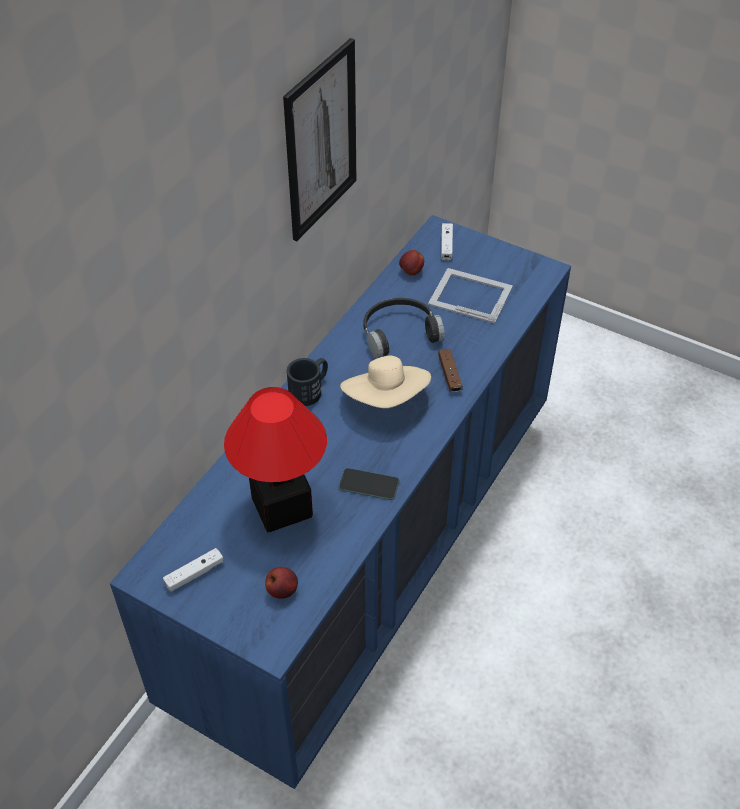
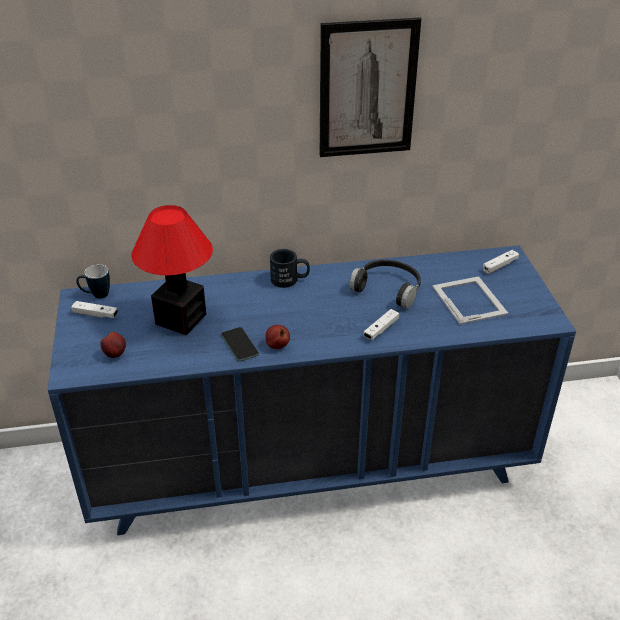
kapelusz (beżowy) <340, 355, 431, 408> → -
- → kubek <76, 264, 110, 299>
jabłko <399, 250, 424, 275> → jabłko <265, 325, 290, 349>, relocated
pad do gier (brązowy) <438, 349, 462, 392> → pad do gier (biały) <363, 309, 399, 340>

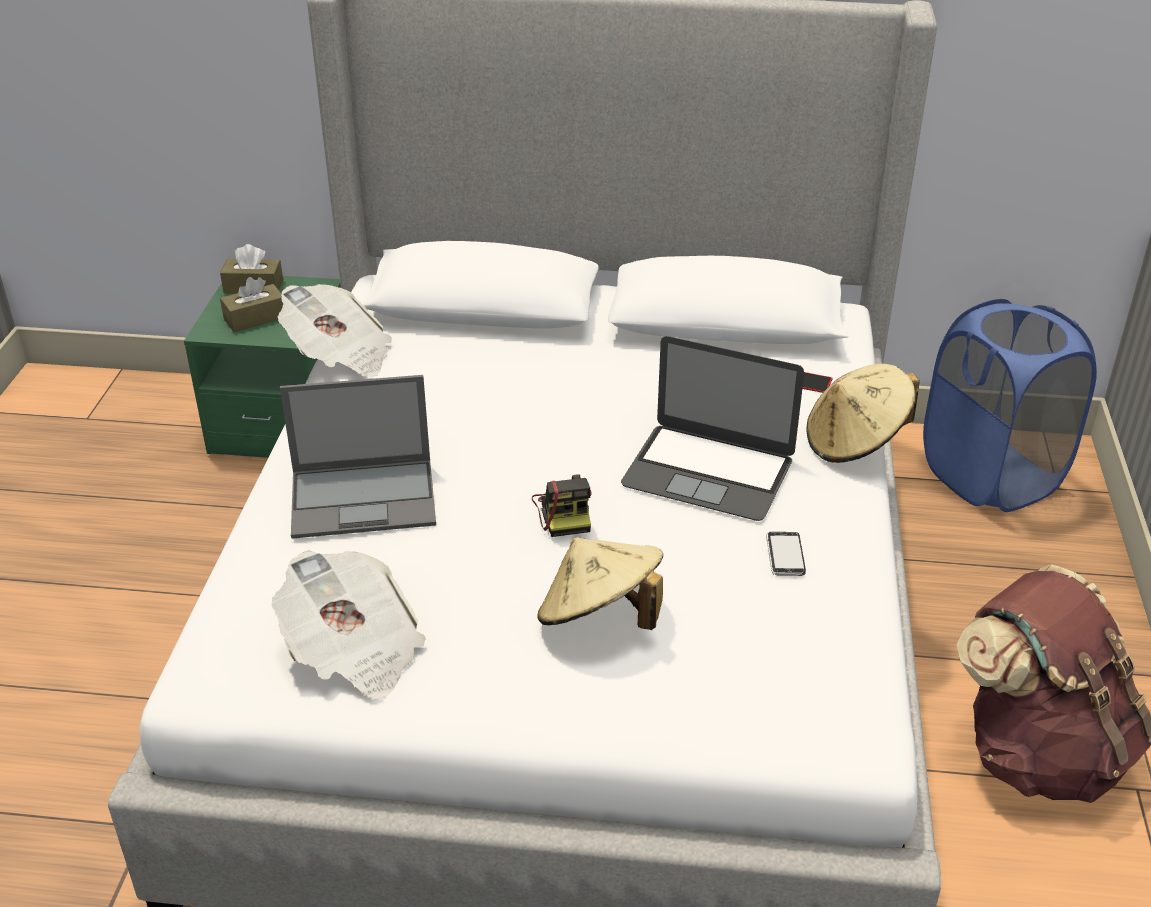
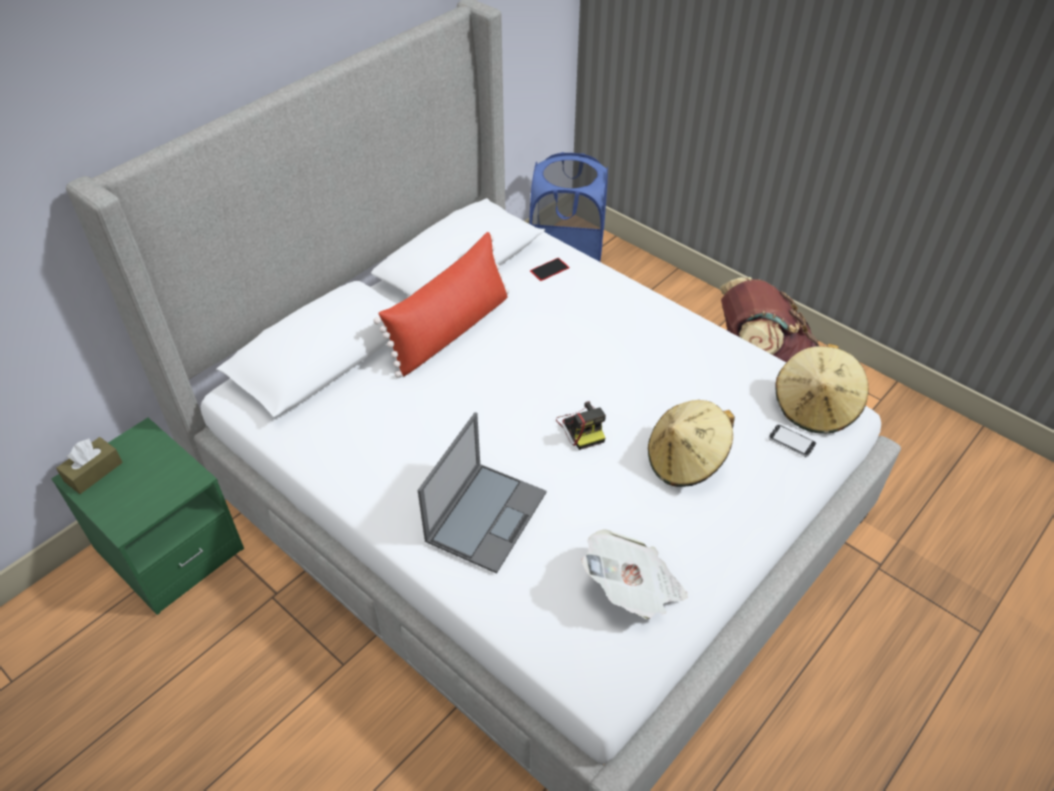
pudełko chusteczek (brązowy) <220, 277, 283, 332> → -
gazeta <278, 284, 392, 377> → -
laptop <621, 336, 804, 521> → -
- → poduszka (czerwony) <373, 232, 509, 378>
telefon <766, 532, 806, 576> → telefon <768, 425, 816, 457>, relocated
kapelusz (beżowy) <807, 364, 920, 463> → kapelusz (beżowy) <775, 344, 869, 434>, relocated
aparat fotograficzny <532, 474, 592, 537> → aparat fotograficzny <556, 401, 606, 450>, 45 degrees clockwise

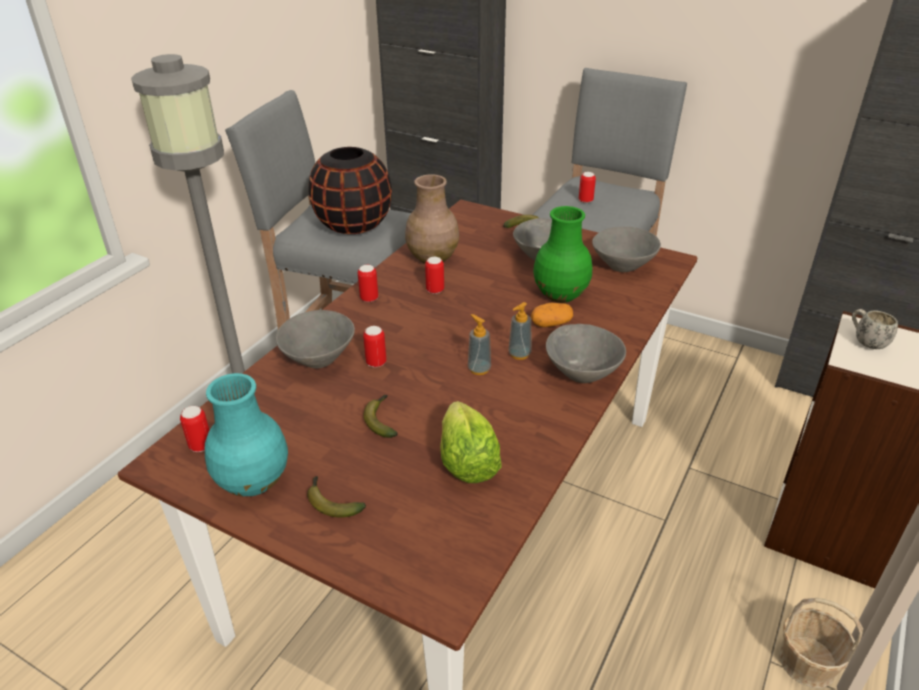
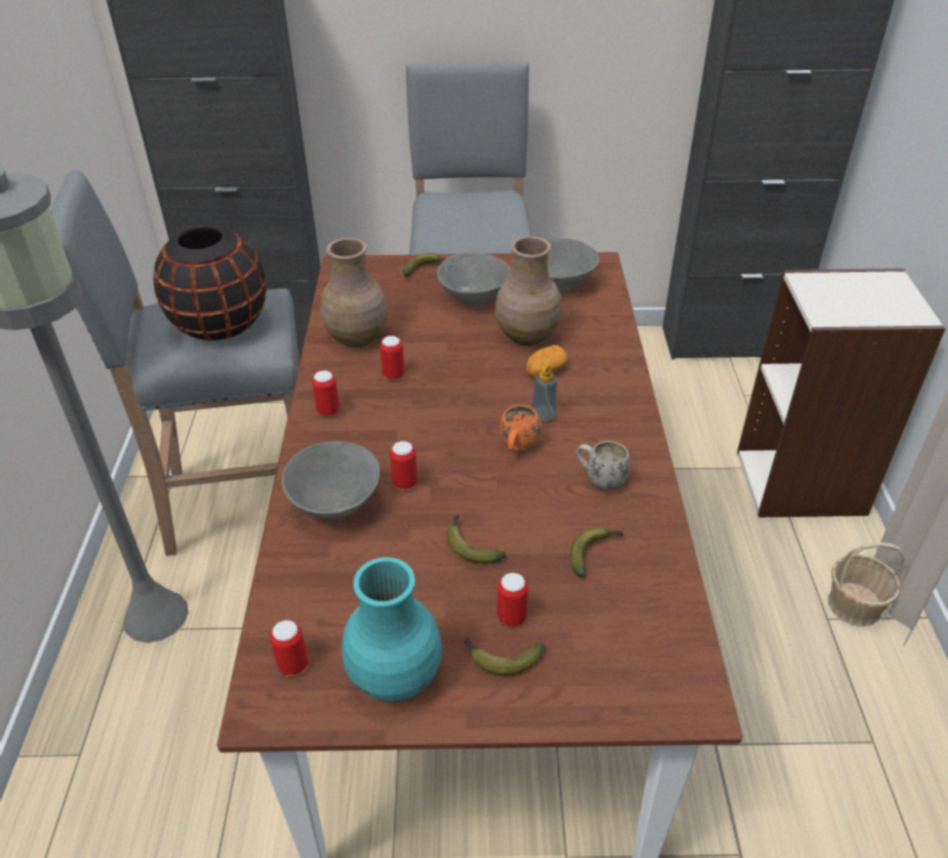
miska (szary) <546, 324, 626, 383> → -
puszka <579, 172, 596, 203> → puszka <497, 573, 528, 627>, relocated
kubek (biały) <852, 309, 898, 349> → kubek (biały) <576, 441, 631, 490>, relocated
sałata <440, 401, 502, 483> → banan <570, 526, 623, 577>
dozownik mydła <468, 314, 491, 375> → kubek (pomarańczowy) <500, 405, 542, 451>
wazon (zielony) <533, 206, 592, 303> → wazon (brązowy) <495, 236, 562, 346>

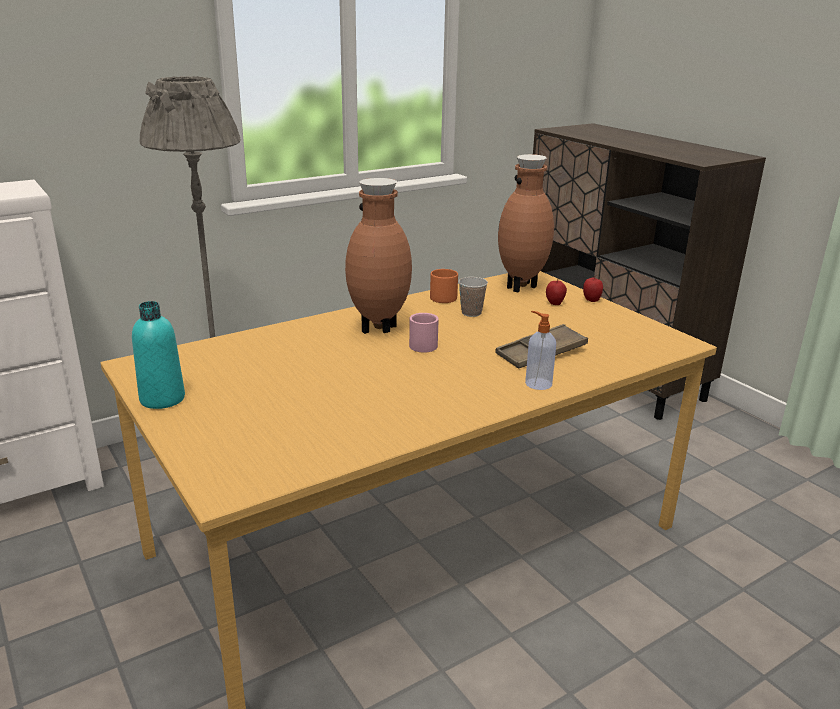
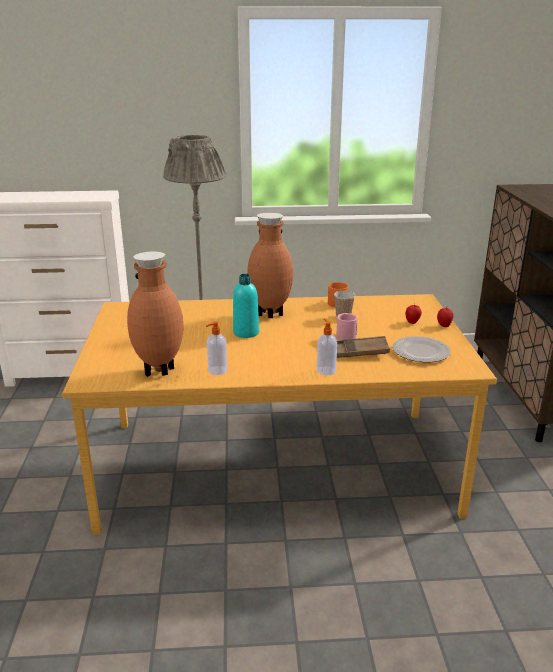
- → dozownik mydła <206, 321, 227, 375>
- → talerz <392, 336, 451, 362>
butelka (turkusowy) <132, 301, 185, 409> → butelka (turkusowy) <233, 274, 259, 338>, relocated
kubek (różowy) <409, 313, 439, 352> → kubek (różowy) <336, 313, 358, 340>, relocated
wazon (brązowy) <498, 154, 554, 293> → wazon (brązowy) <127, 251, 183, 377>, relocated

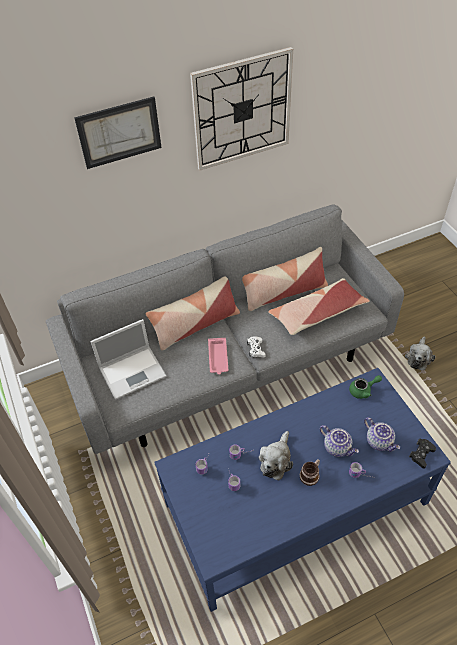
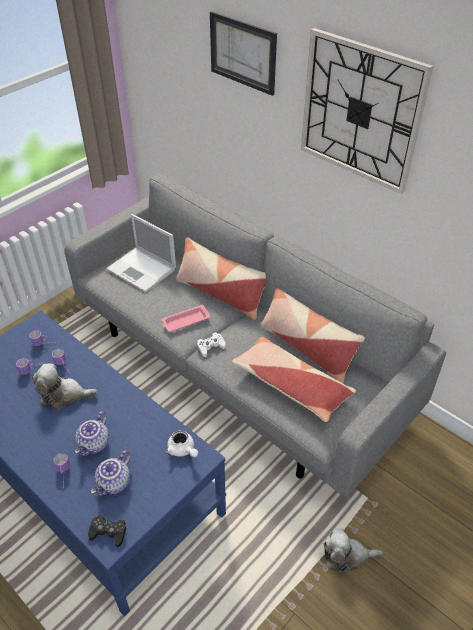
kubek <300, 459, 320, 486> → -
imbryk (zielony) <349, 375, 382, 399> → imbryk (biały) <166, 430, 198, 457>

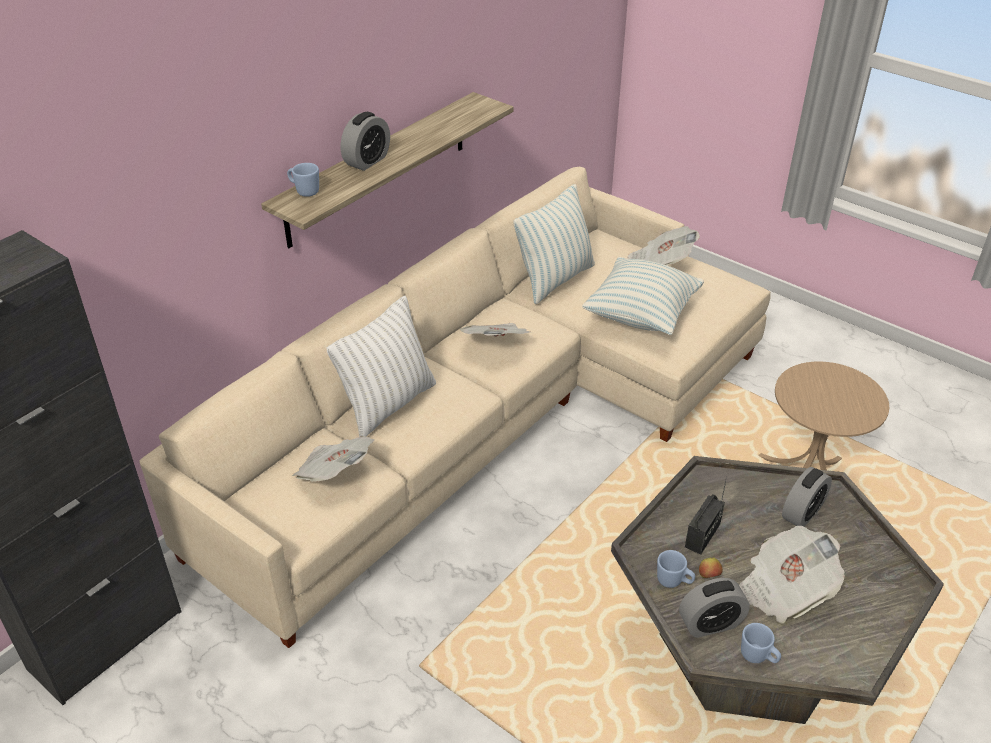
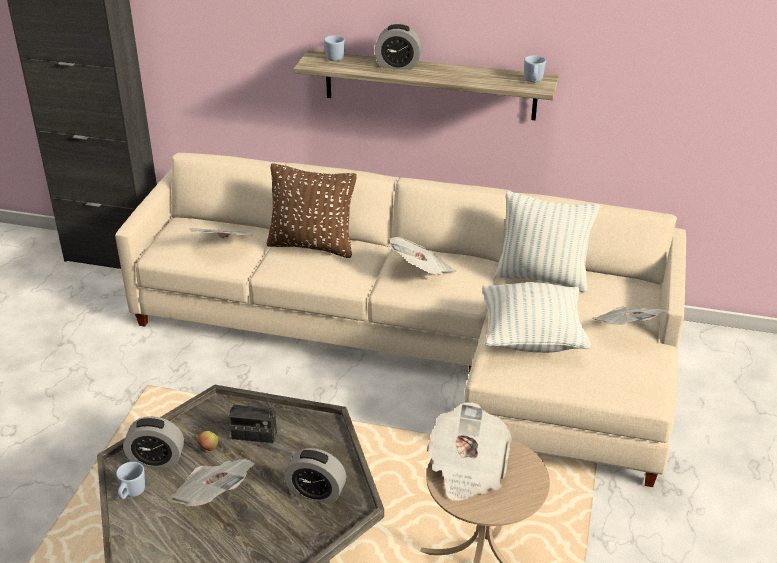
- → gazeta <427, 402, 512, 501>
kubek (niebieski) <657, 550, 695, 588> → kubek (niebieski) <524, 55, 546, 82>, relocated
poduszka (biały) <327, 296, 436, 437> → poduszka (brązowy) <267, 164, 357, 258>
budzik <679, 578, 750, 638> → budzik <123, 416, 184, 468>, 45 degrees counterclockwise

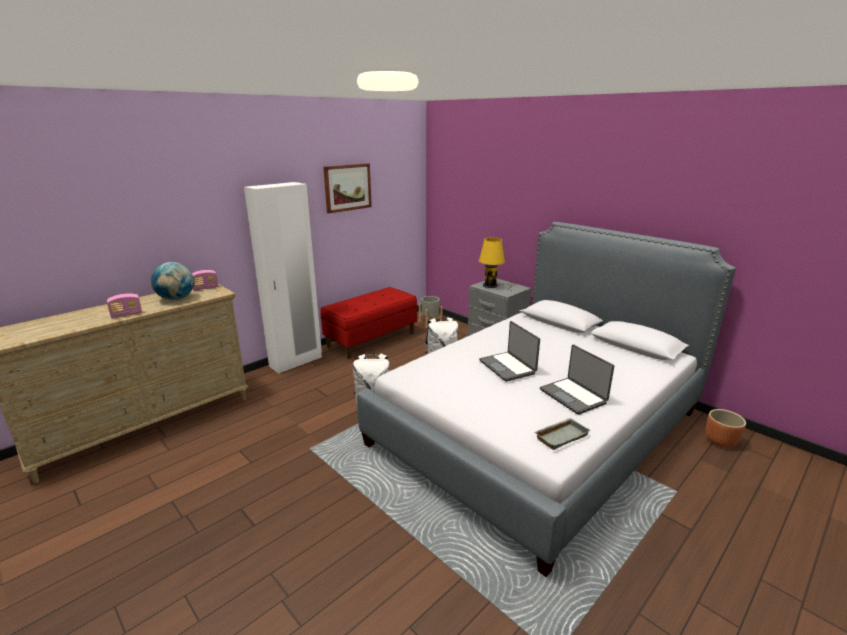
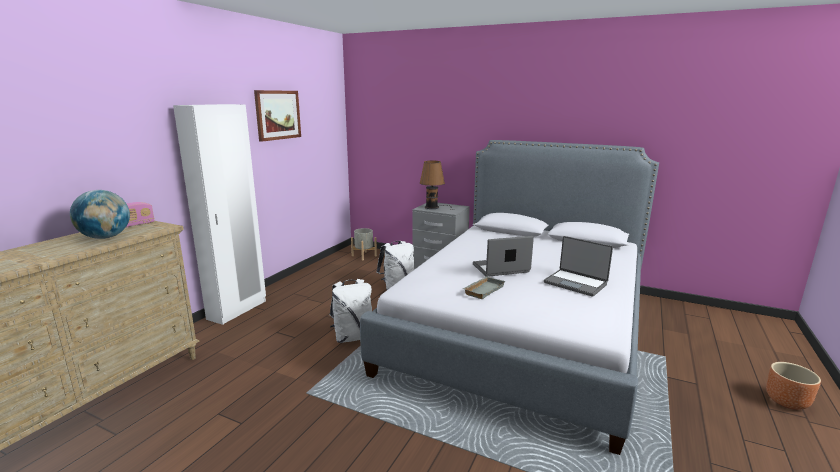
radio <107, 293, 142, 318> → -
ławka (czerwony) <320, 287, 417, 359> → -
taca (szary) <534, 418, 591, 450> → taca (szary) <463, 276, 506, 299>, relocated
donica (brązowy) <705, 409, 746, 447> → donica (brązowy) <766, 362, 821, 410>, relocated
lampa stołowa (żółty) <479, 238, 512, 291> → lampa stołowa (brązowy) <420, 160, 455, 210>
laptop <479, 321, 540, 382> → laptop <473, 236, 534, 277>, 120 degrees clockwise

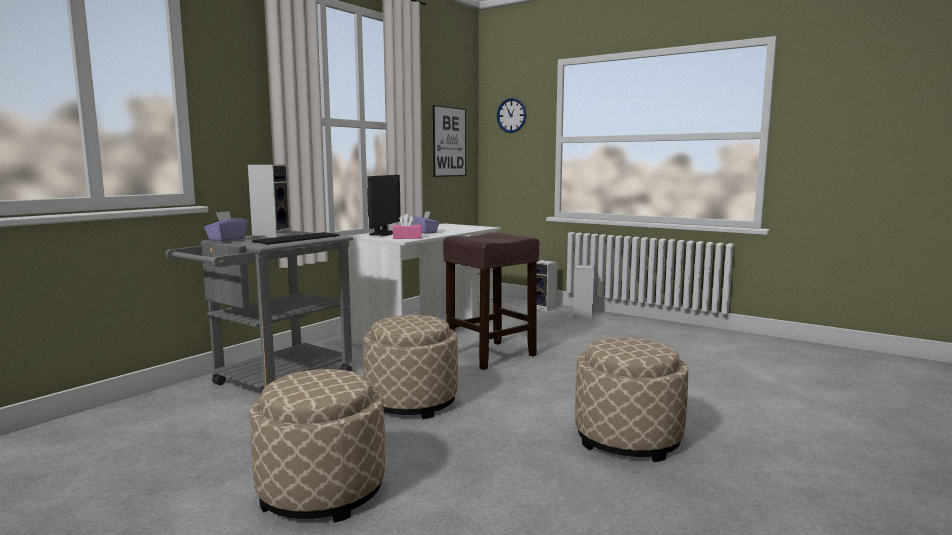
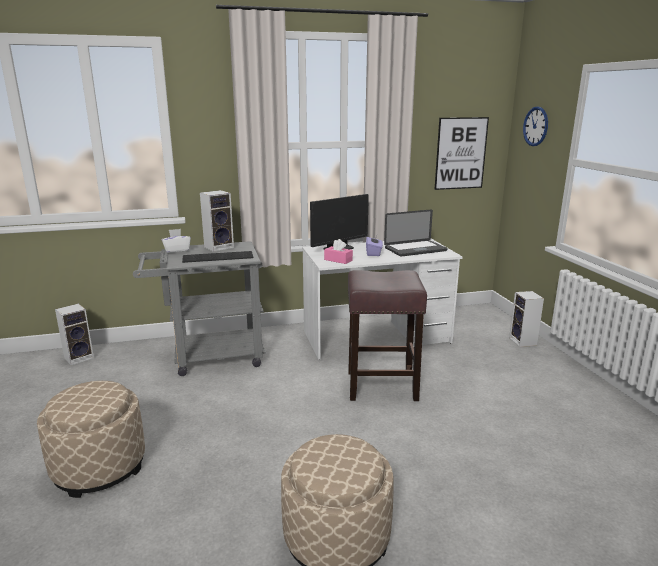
pufa (beżowy) <363, 315, 458, 419> → -
- → laptop <384, 210, 447, 257>
głośnik <573, 265, 594, 318> → głośnik <55, 303, 94, 365>, relocated
pudełko chusteczek (fioletowy) <204, 211, 248, 242> → pudełko chusteczek (biały) <162, 229, 191, 253>

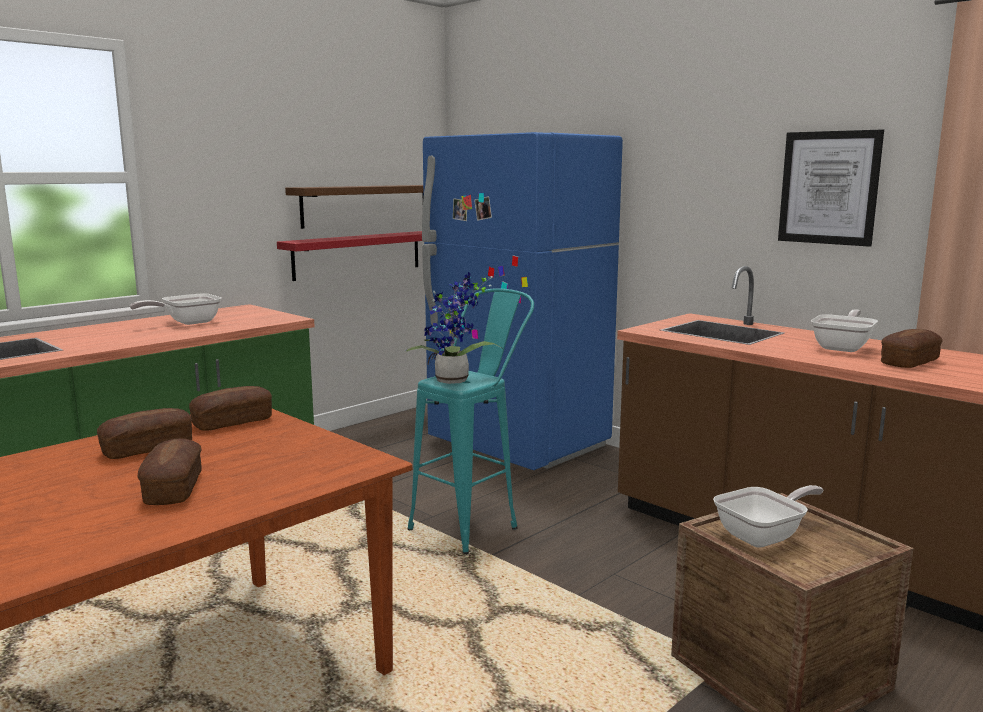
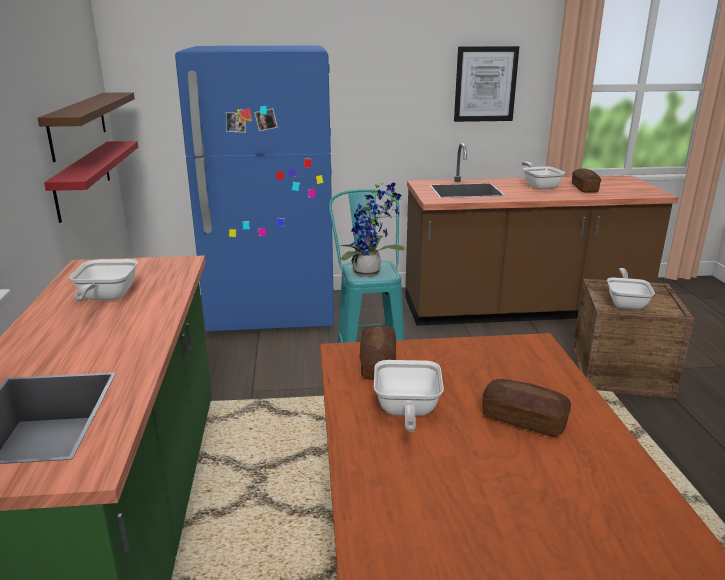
chleb <97, 408, 192, 459> → patelnia <374, 360, 444, 432>

